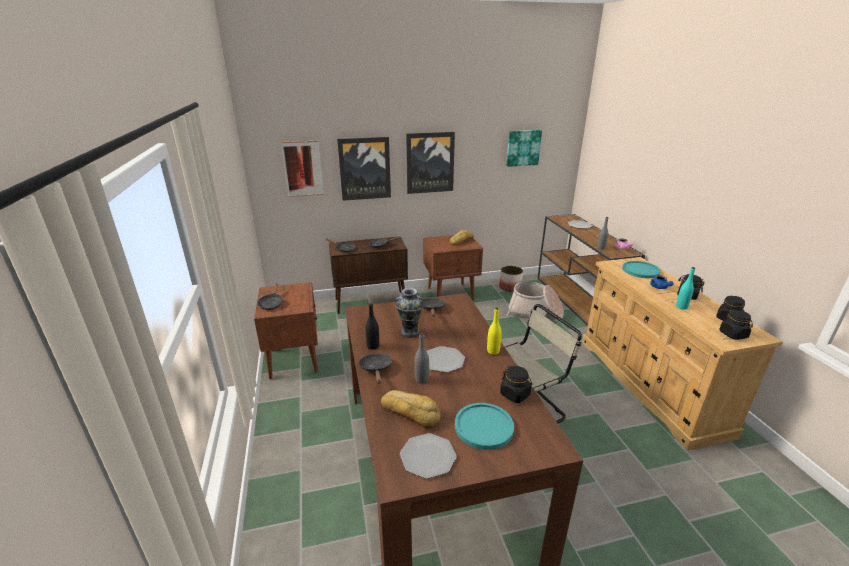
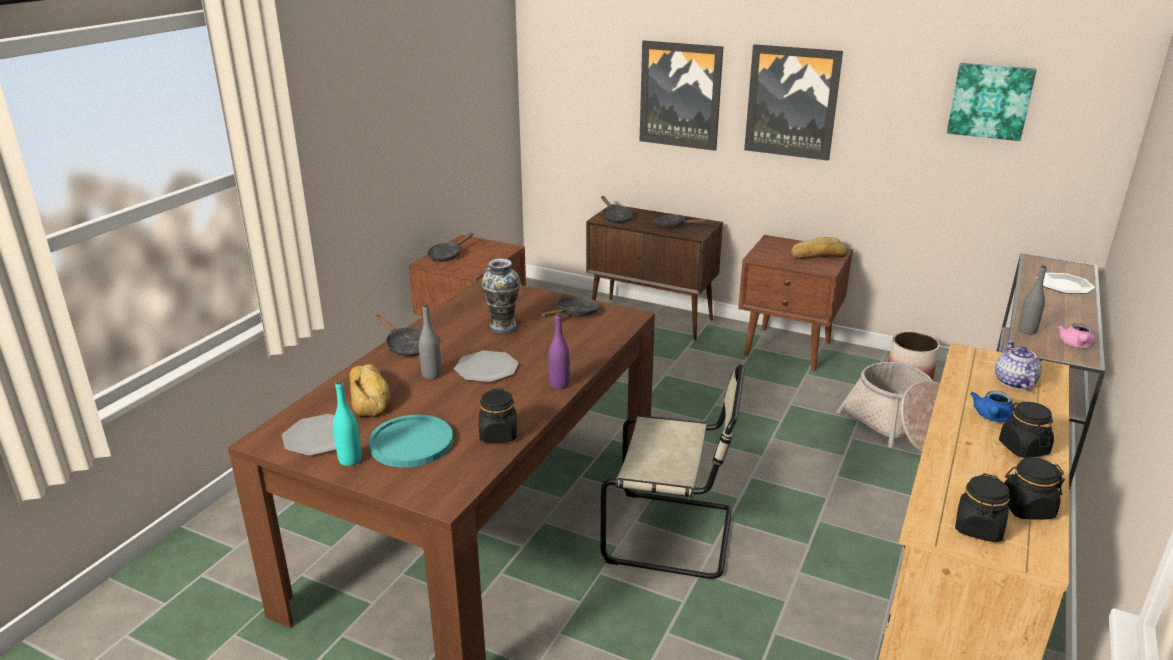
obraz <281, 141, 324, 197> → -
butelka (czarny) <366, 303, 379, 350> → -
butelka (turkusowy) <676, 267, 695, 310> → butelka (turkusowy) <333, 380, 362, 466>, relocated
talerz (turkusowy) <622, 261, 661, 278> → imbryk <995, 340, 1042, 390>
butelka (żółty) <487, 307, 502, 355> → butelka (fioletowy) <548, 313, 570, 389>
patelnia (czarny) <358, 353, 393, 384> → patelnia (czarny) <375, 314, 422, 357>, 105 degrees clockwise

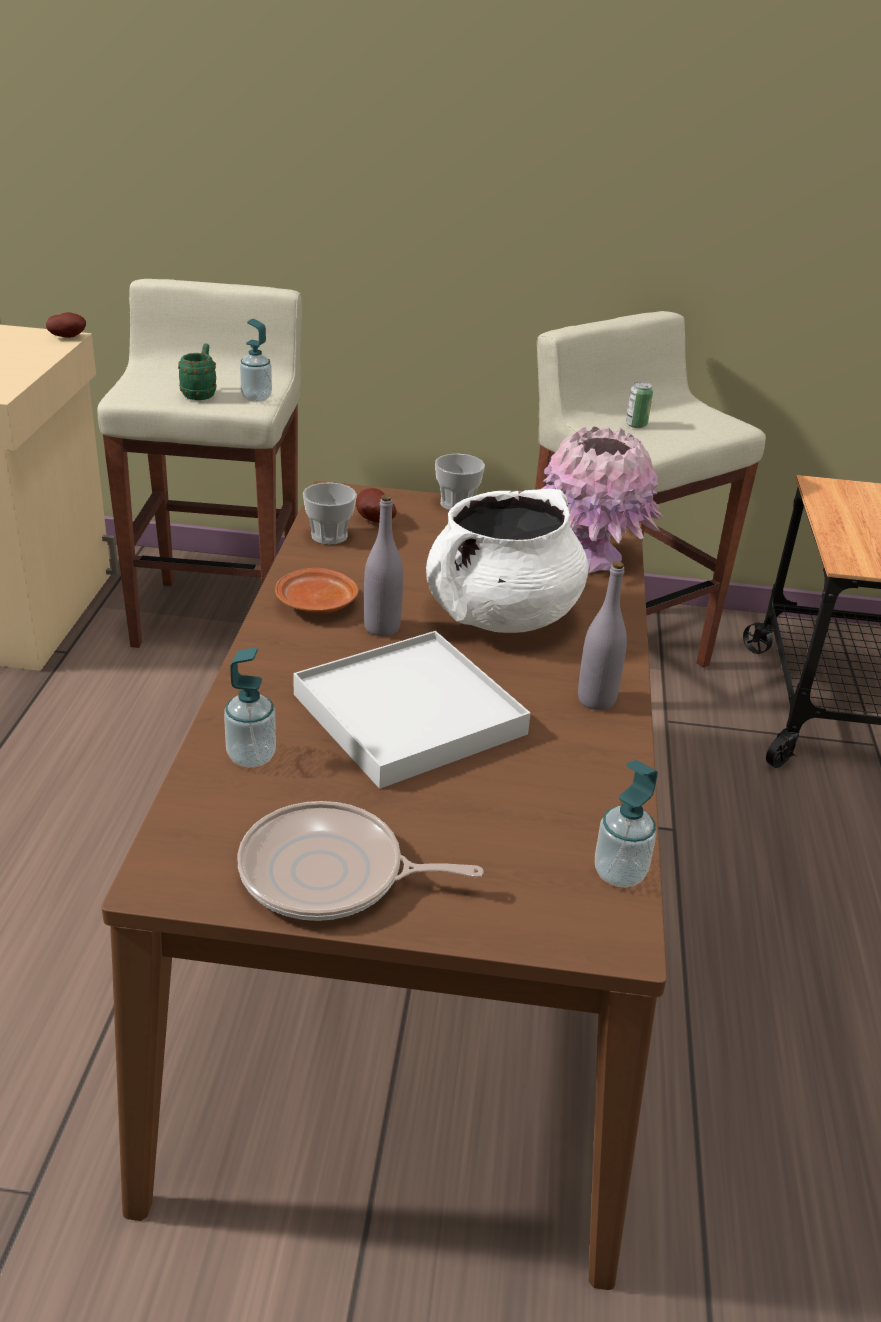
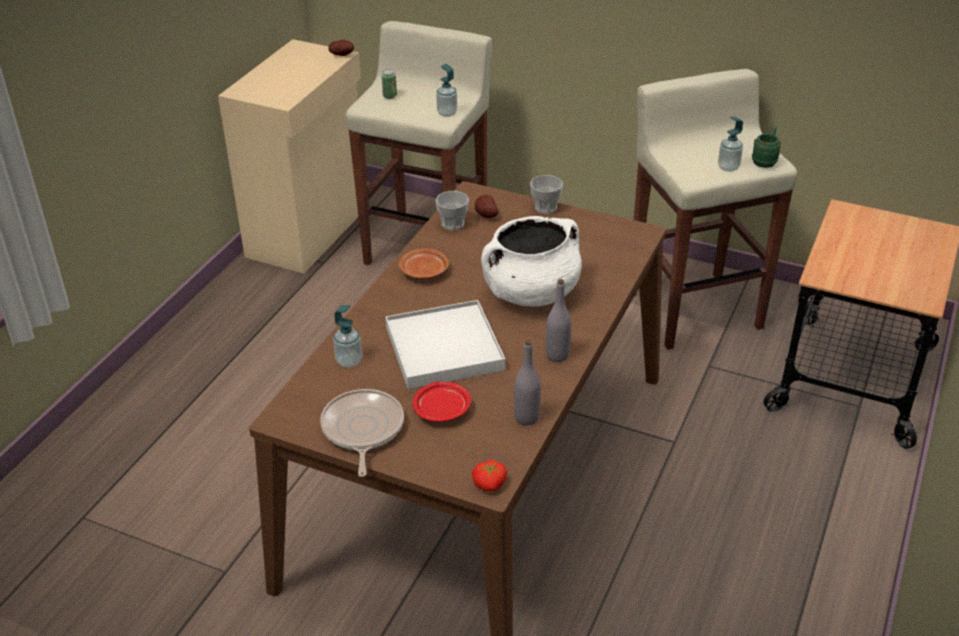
wazon (różowy) <541, 426, 663, 573> → -
- → talerz (czerwony) <413, 382, 471, 422>
- → pomidor <472, 460, 507, 491>
kubek (zielony) <178, 344, 217, 400> → kubek (zielony) <752, 126, 781, 168>, relocated
butelka (szary) <364, 495, 403, 636> → butelka (szary) <514, 340, 541, 425>, relocated
dozownik mydła <595, 760, 658, 888> → dozownik mydła <718, 117, 743, 172>, relocated
puszka <626, 382, 653, 428> → puszka <381, 69, 397, 99>, relocated
patelnia <238, 801, 484, 921> → patelnia <320, 389, 404, 477>, 60 degrees clockwise

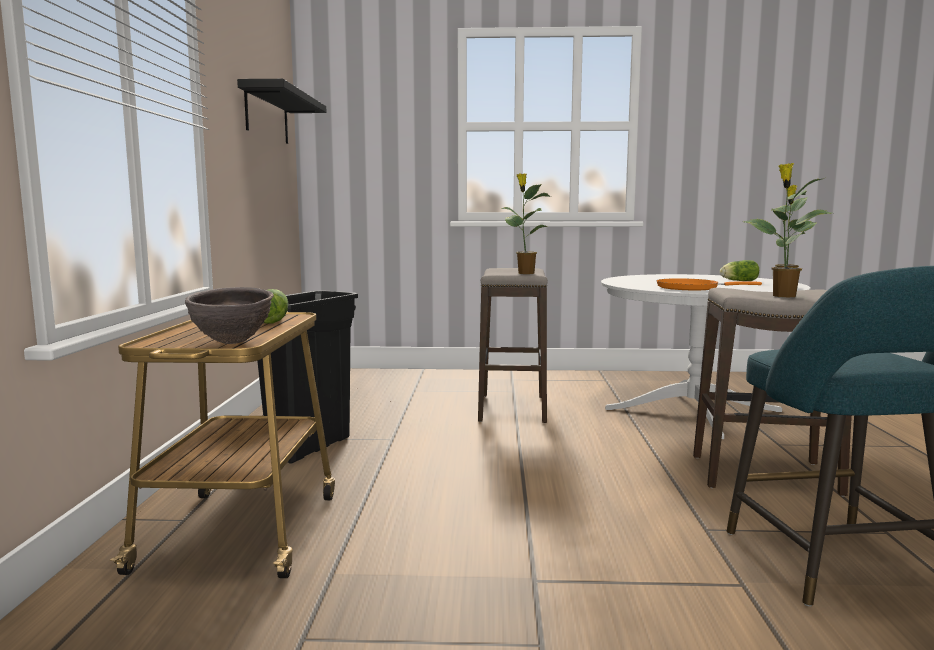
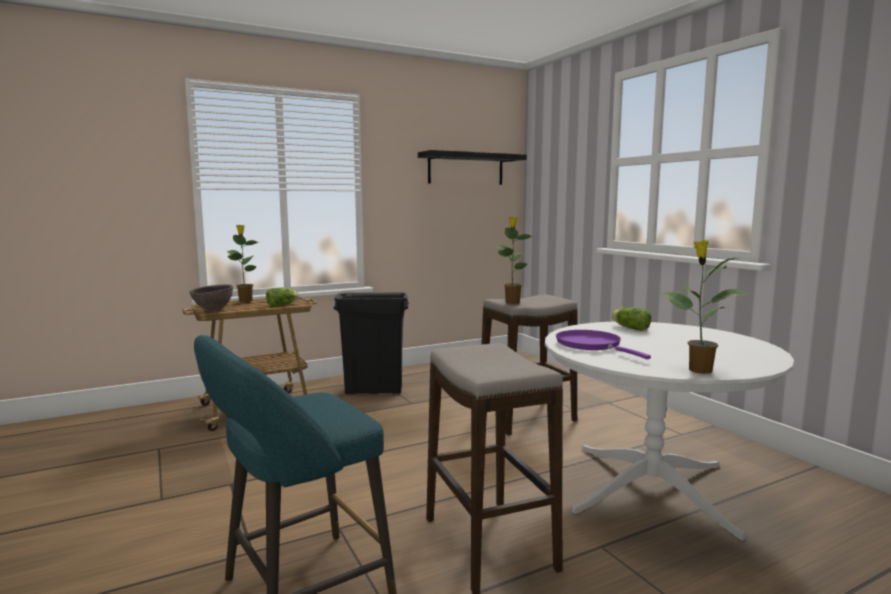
sałata <720, 260, 759, 281> → sałata <612, 307, 651, 331>, relocated
roślina doniczkowa <743, 163, 832, 297> → roślina doniczkowa <227, 225, 260, 302>, relocated
patelnia (pomarańczowy) <657, 278, 762, 290> → patelnia (fioletowy) <556, 330, 651, 359>

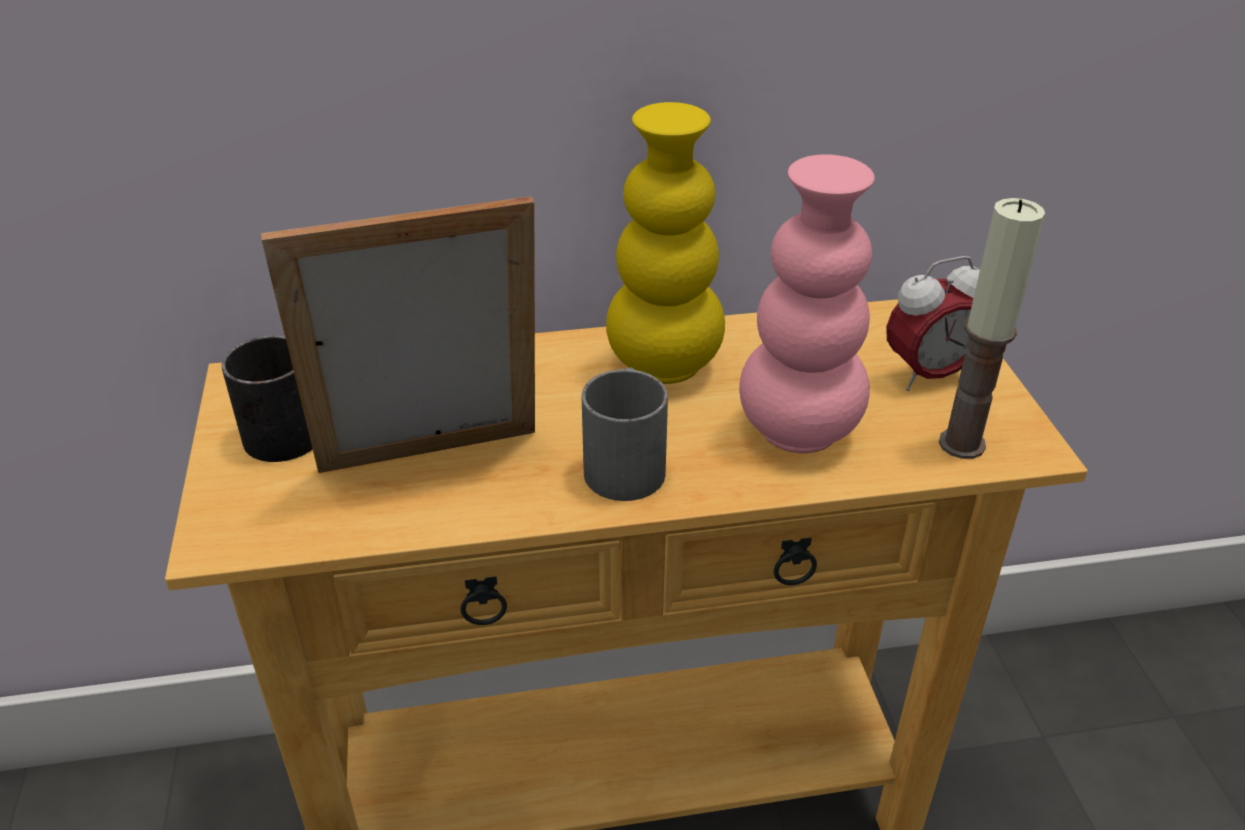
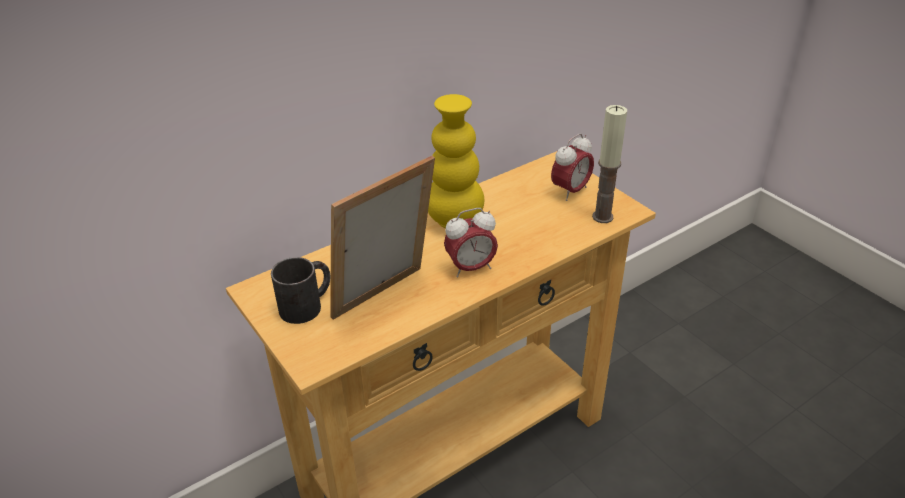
wazon (różowy) <739, 154, 875, 453> → -
kubek (szary) <582, 367, 668, 501> → budzik <444, 208, 498, 277>

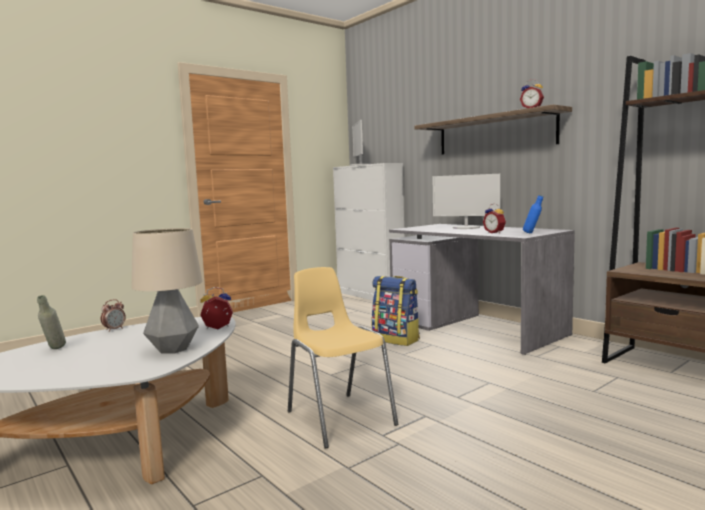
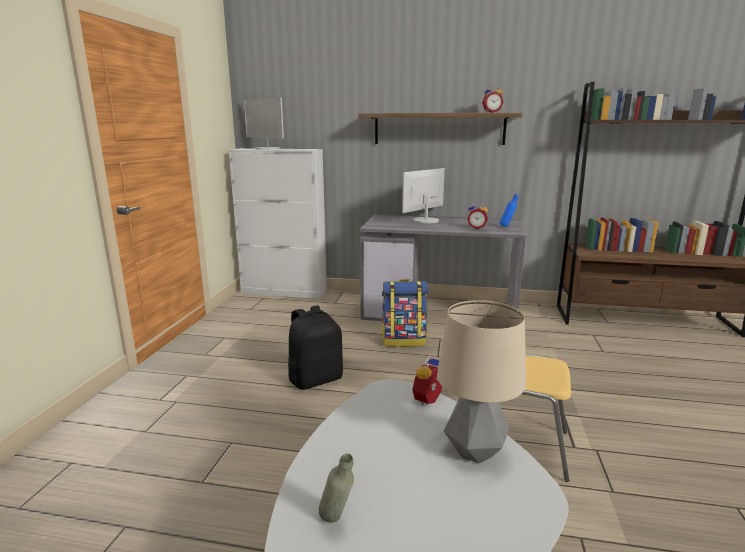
budzik <101, 299, 126, 332> → -
- → plecak (czarny) <288, 305, 343, 390>
monitor <432, 174, 501, 229> → monitor <402, 168, 445, 223>, 150 degrees clockwise

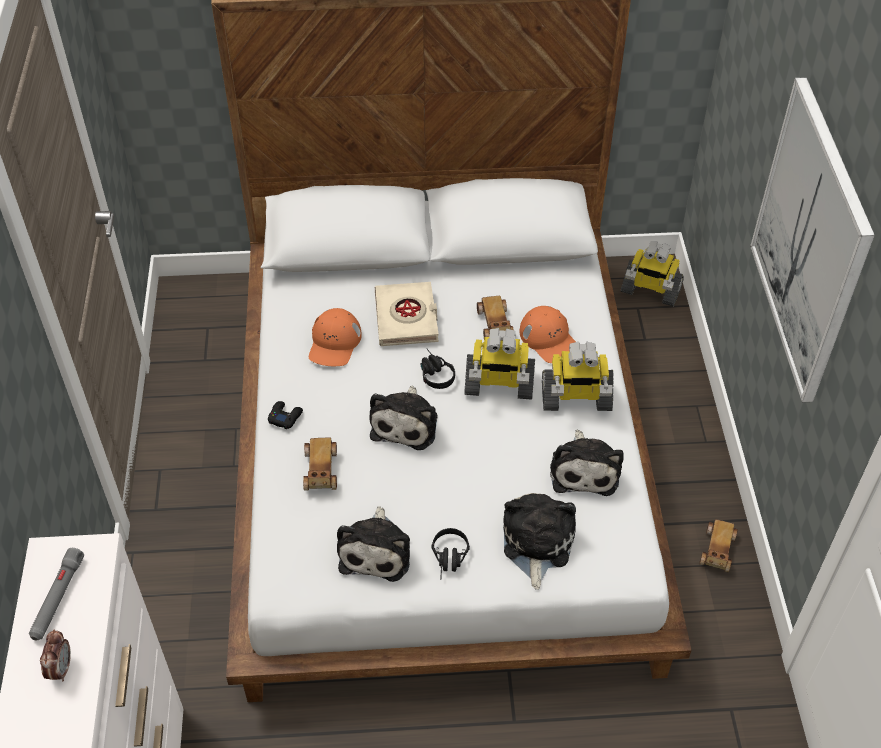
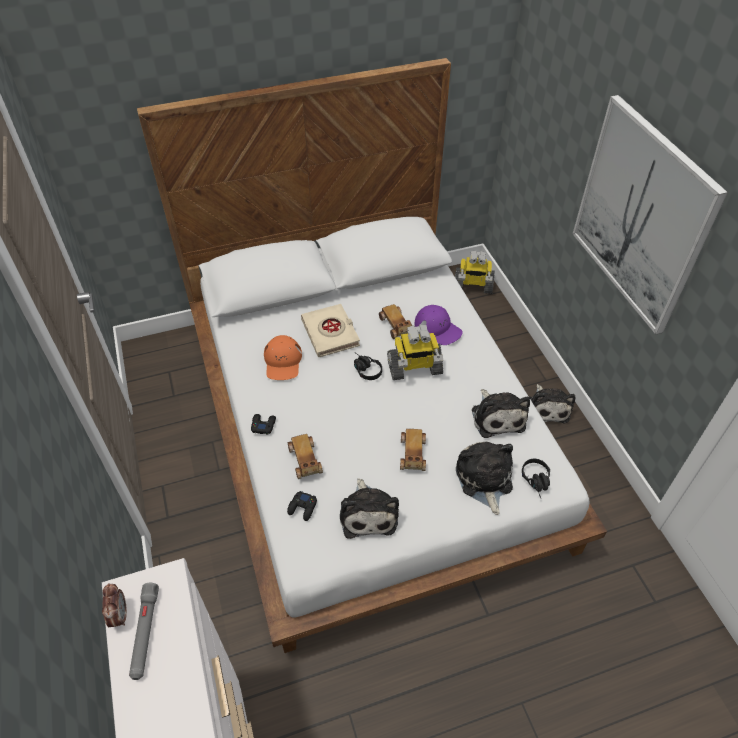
robot zabawkowy <542, 342, 614, 411> → -
- → pad do gier (czarny) <287, 491, 317, 521>
budzik <40, 630, 71, 681> → budzik <102, 583, 127, 627>, relocated
pluszak <369, 386, 437, 450> → pluszak <529, 384, 575, 423>, relocated
słuchawki (czarny) <431, 528, 470, 580> → słuchawki (czarny) <522, 459, 550, 499>, relocated
samochodzik <700, 519, 738, 573> → samochodzik <400, 429, 426, 471>, relocated
czapka z daszkiem (pomarańczowy) <520, 306, 576, 363> → czapka z daszkiem (fioletowy) <415, 305, 463, 345>

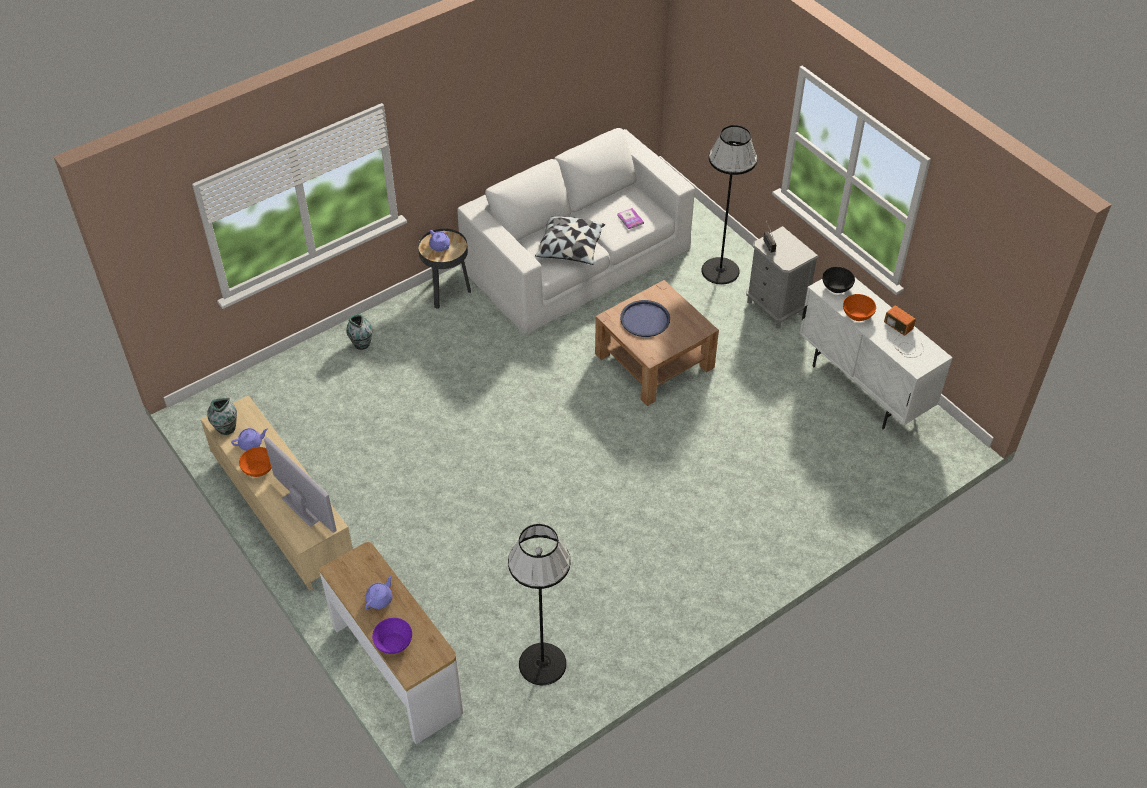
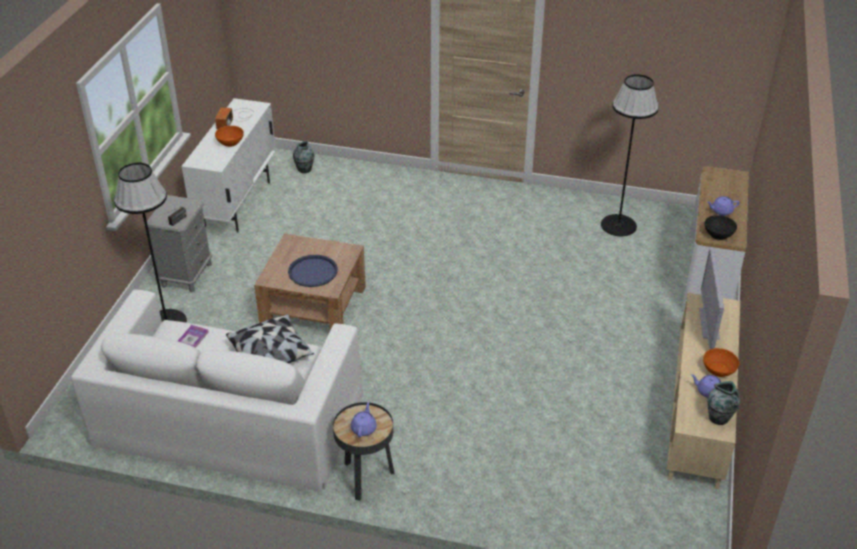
miska (fioletowy) <372, 618, 412, 654> → -
wazon <346, 314, 373, 350> → wazon <293, 140, 314, 173>, relocated
miska (czarny) <822, 267, 855, 293> → miska (czarny) <705, 215, 737, 240>, relocated

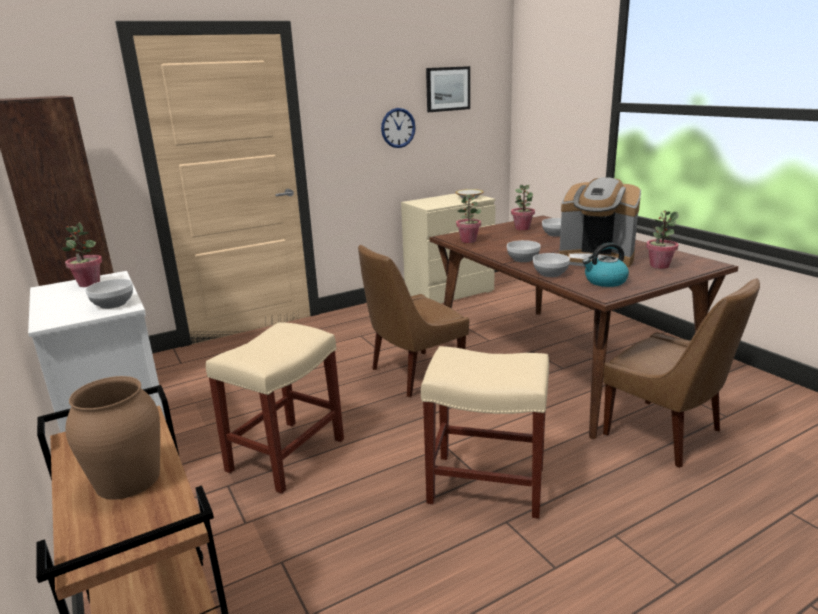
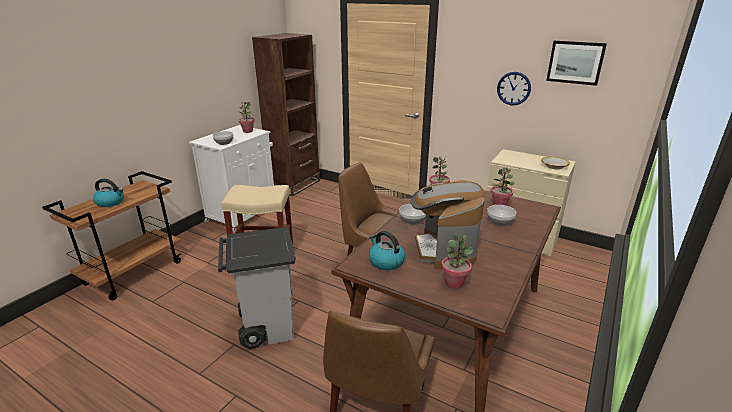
miska <533, 253, 570, 277> → -
wazon (brązowy) <65, 376, 160, 500> → czajnik <93, 179, 124, 207>
stołek (beżowy) <421, 346, 549, 519> → kosz na śmieci (szary) <218, 227, 296, 349>

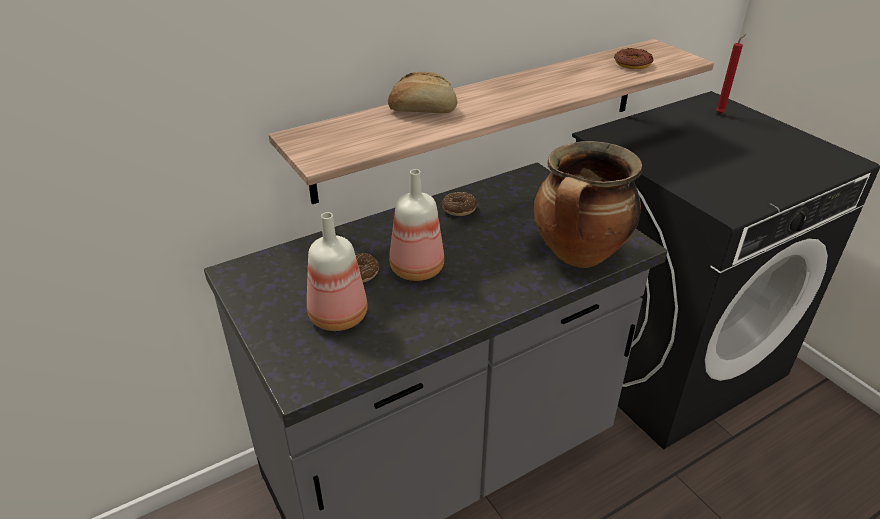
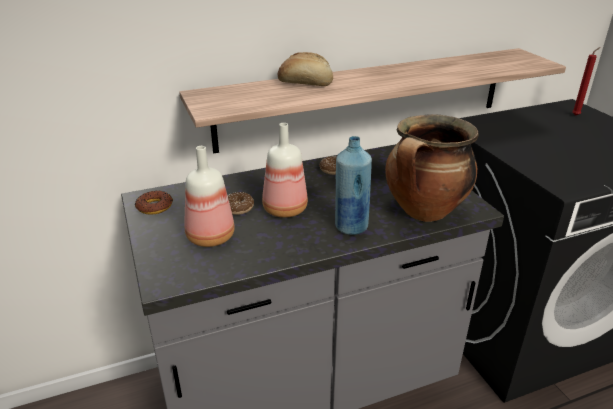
- → butelka (niebieski) <335, 136, 372, 235>
donut <614, 48, 654, 69> → donut <135, 191, 173, 215>, relocated

